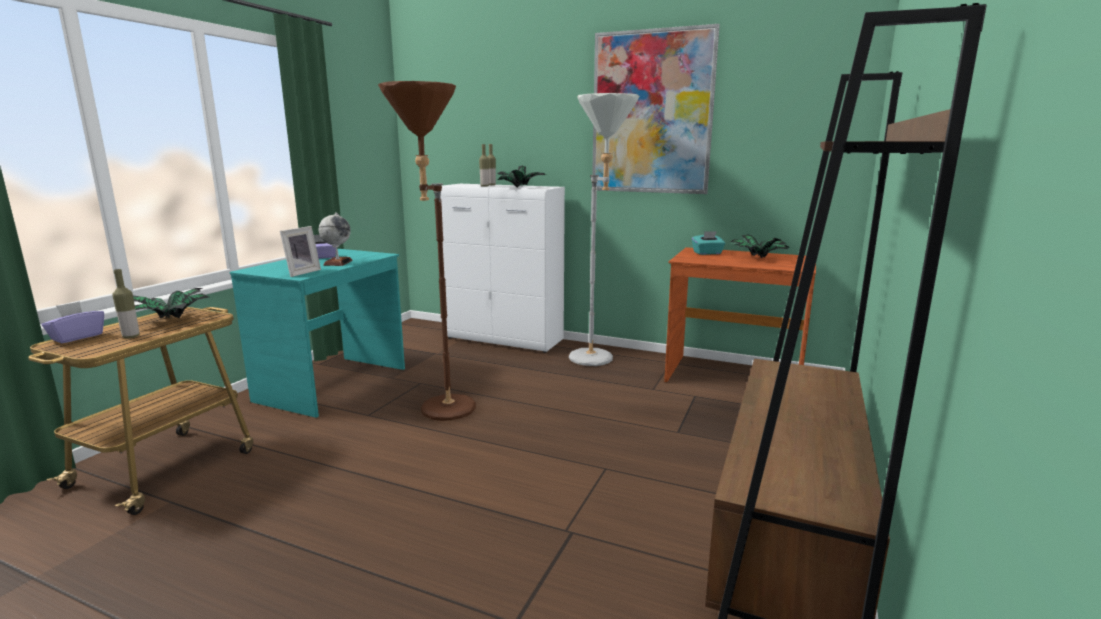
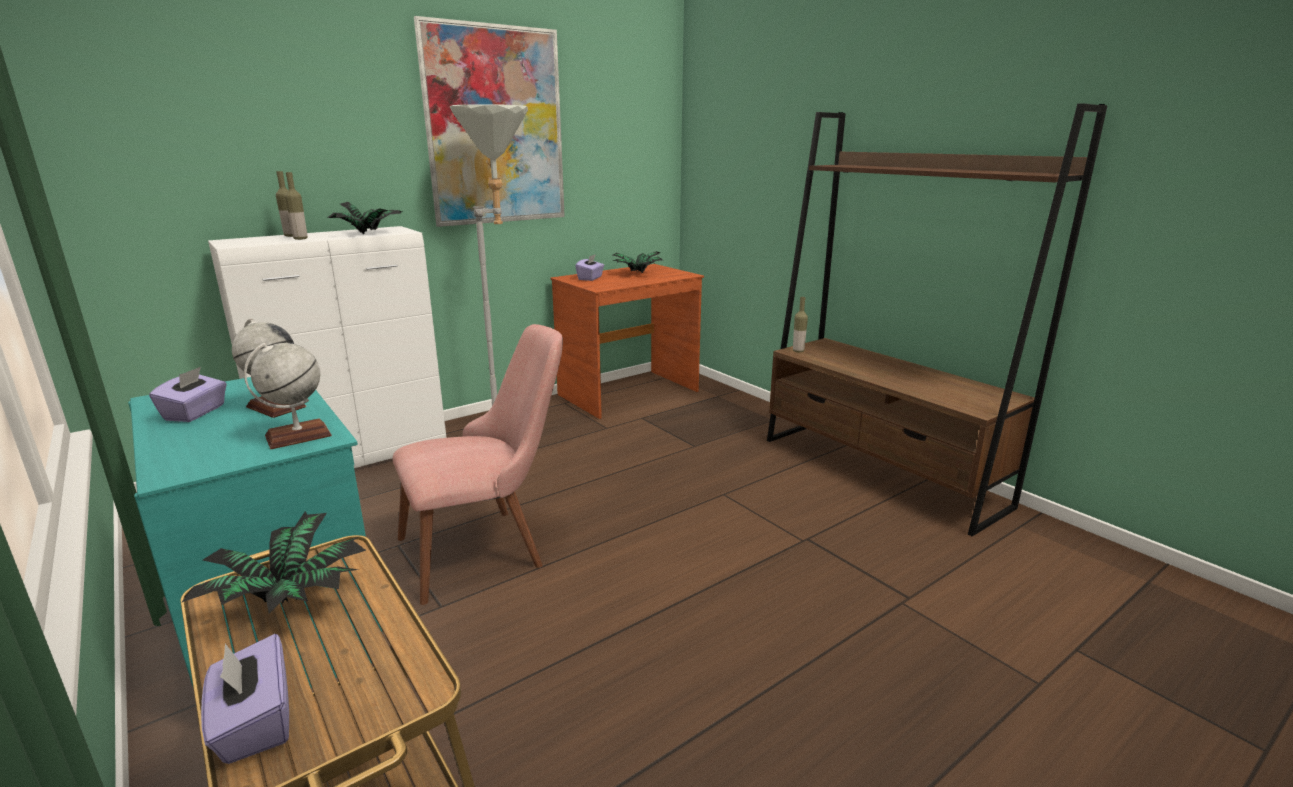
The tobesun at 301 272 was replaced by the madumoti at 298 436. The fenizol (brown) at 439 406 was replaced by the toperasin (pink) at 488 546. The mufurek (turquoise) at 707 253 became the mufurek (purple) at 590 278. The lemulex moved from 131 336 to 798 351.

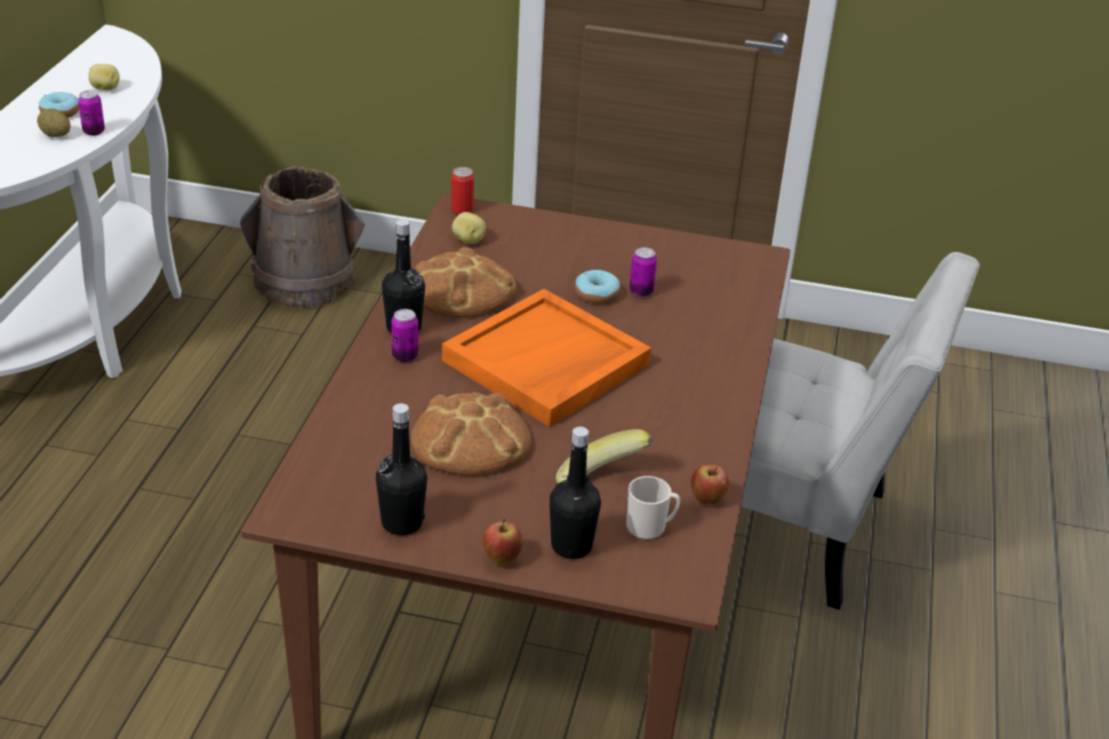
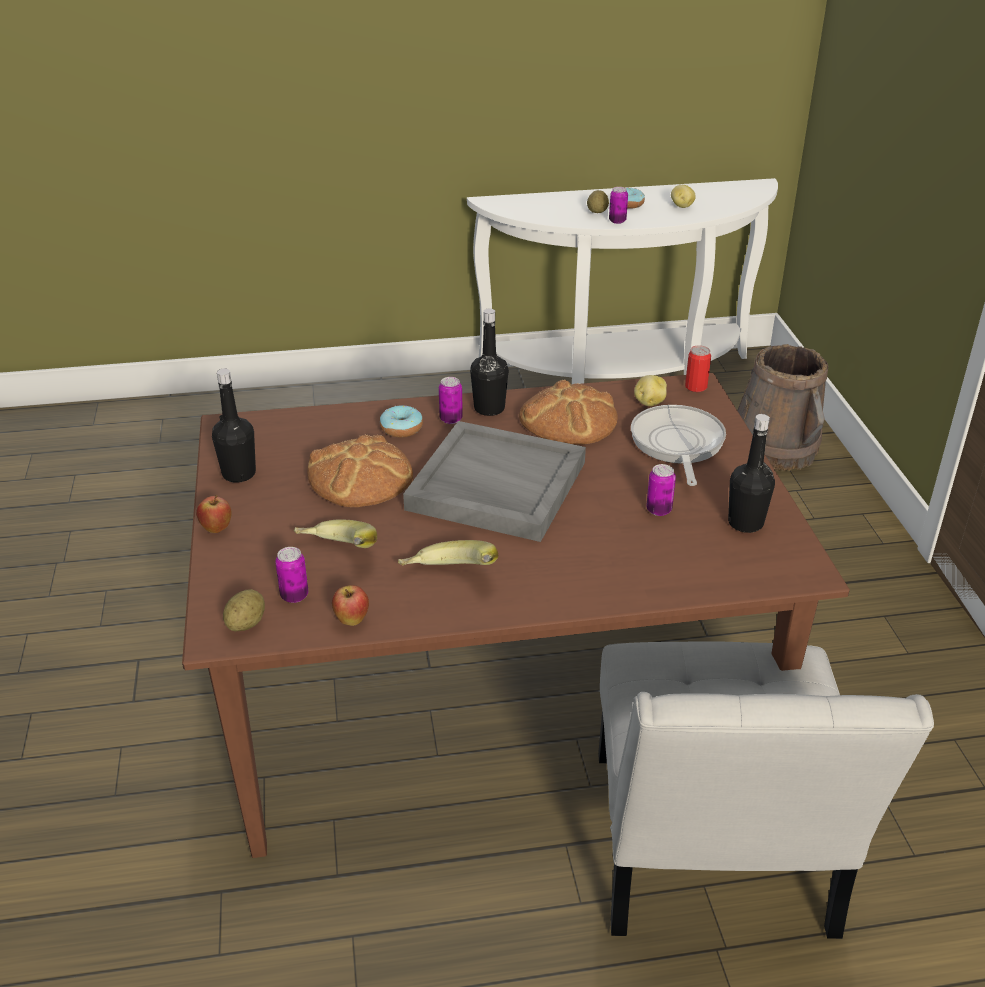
The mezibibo at 246 623 appeared. The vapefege at 650 527 was replaced by the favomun at 294 596. The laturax moved from 597 294 to 401 428. The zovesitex at 448 578 appeared. The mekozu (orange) at 546 364 became the mekozu (grey) at 495 486. The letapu at 677 444 appeared. The lemulex (black) moved from 571 546 to 745 523.

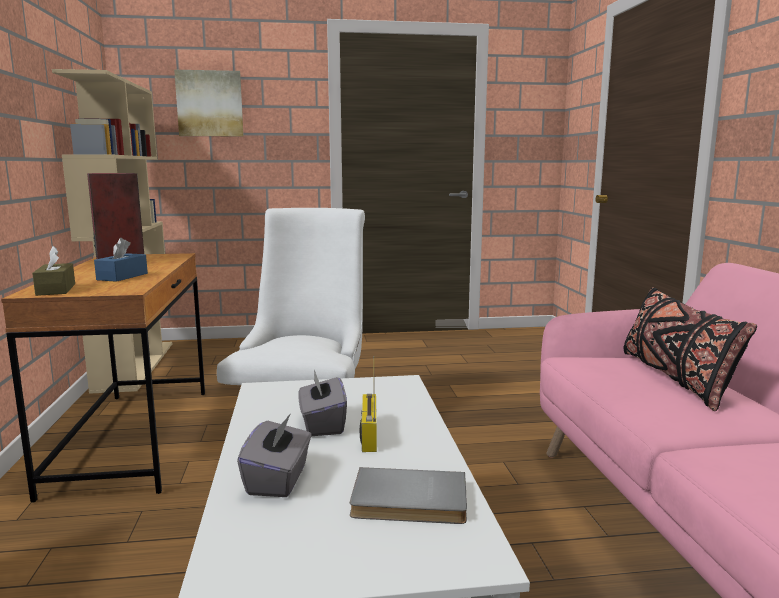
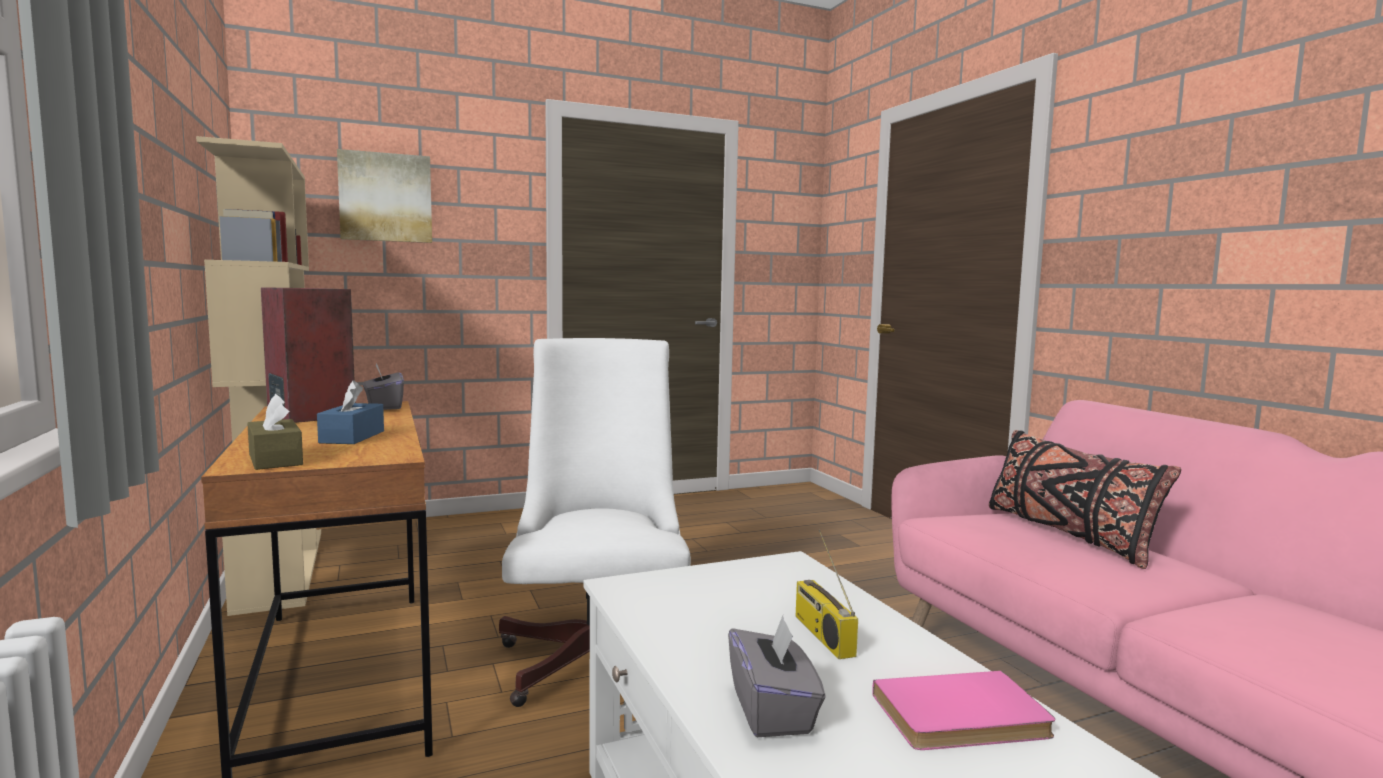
The mufurek (grey) moved from 322 424 to 383 407. The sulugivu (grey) at 409 502 became the sulugivu (pink) at 963 718.

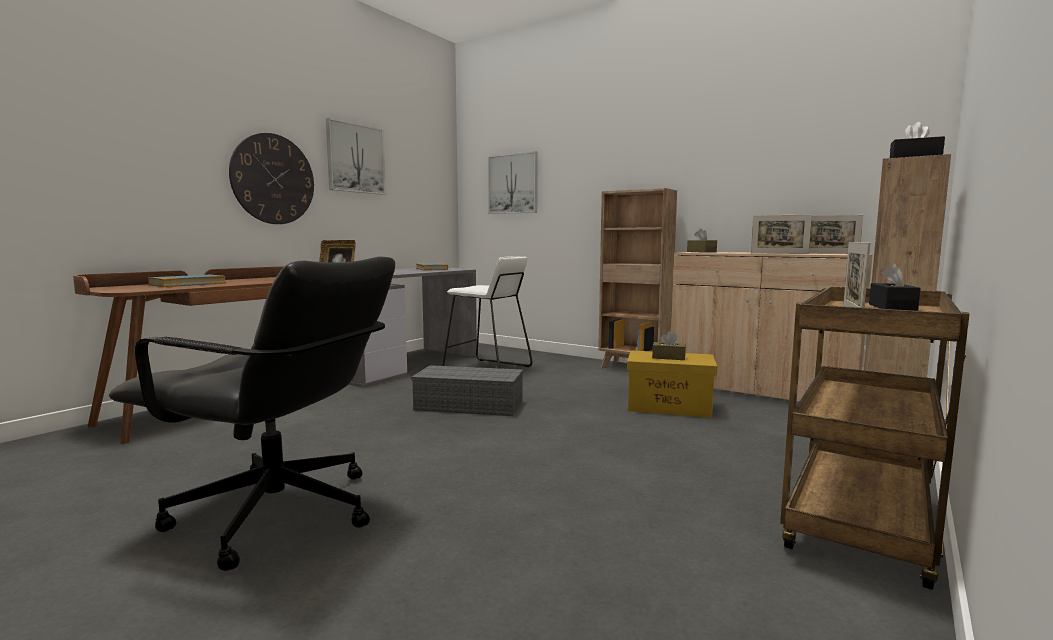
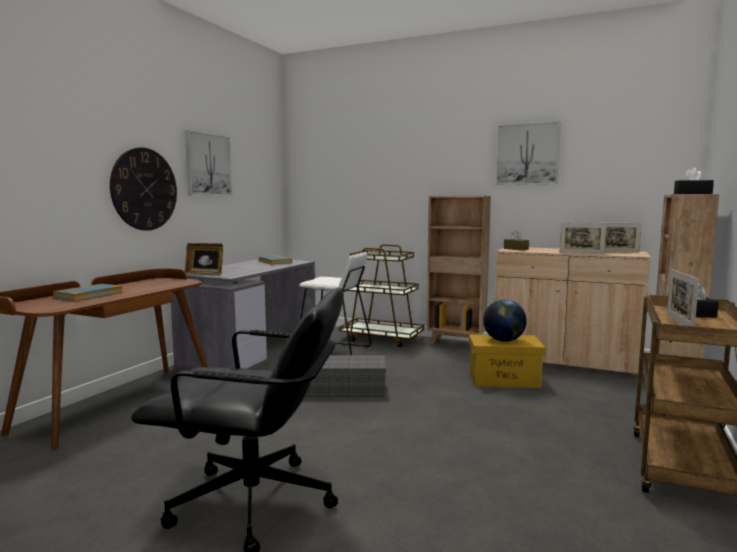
The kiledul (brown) at 382 339 appeared. The mufurek (brown) at 668 357 was replaced by the madumoti at 504 340. The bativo moved from 513 184 to 527 154.

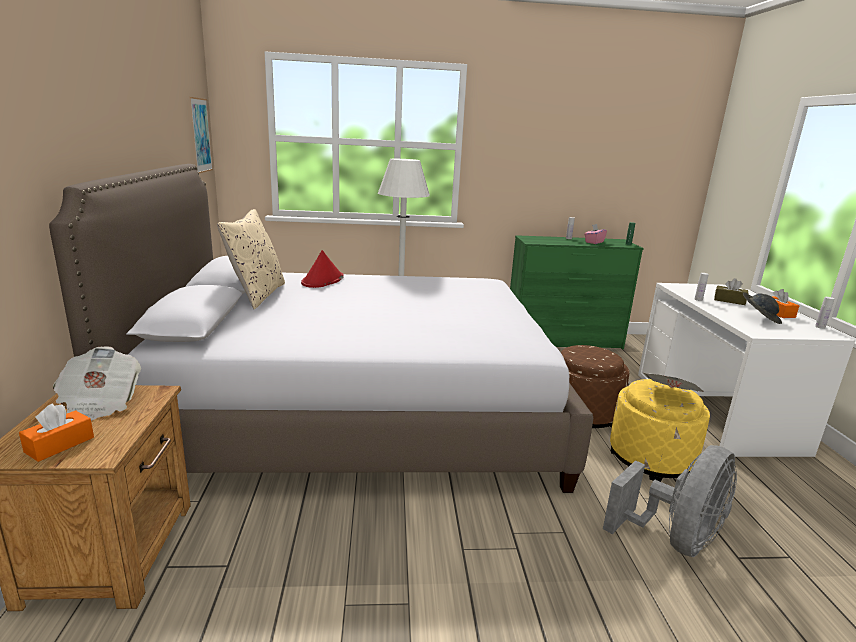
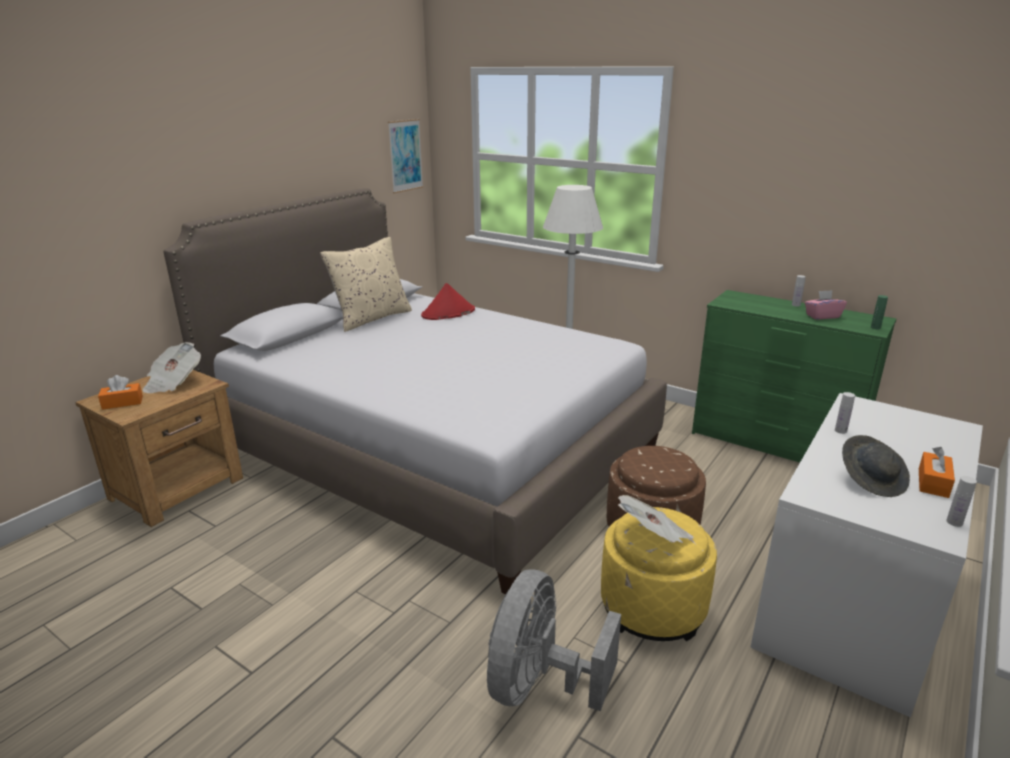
The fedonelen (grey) at 674 539 turned 120 degrees clockwise. The mufurek (brown) at 729 301 disappeared.

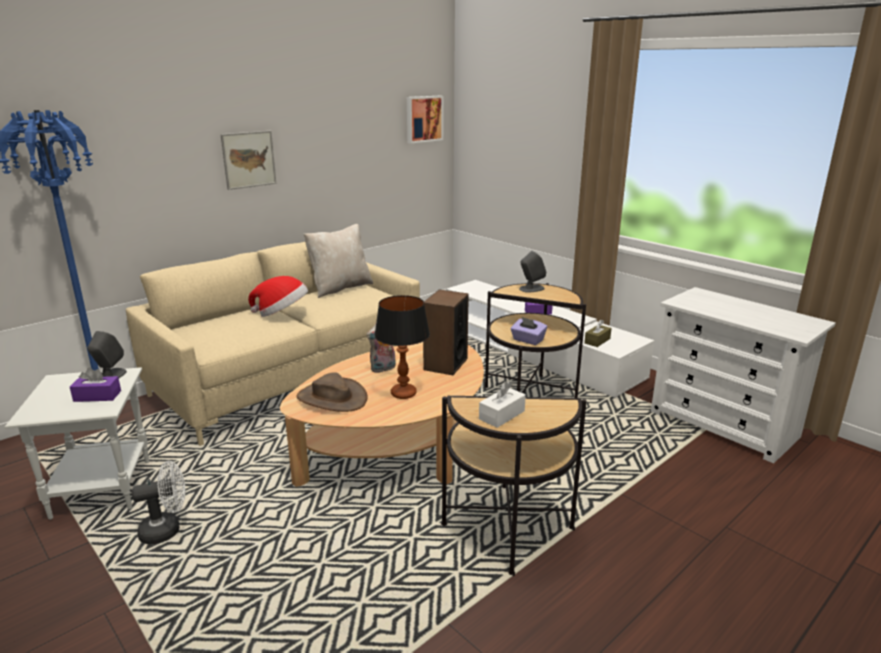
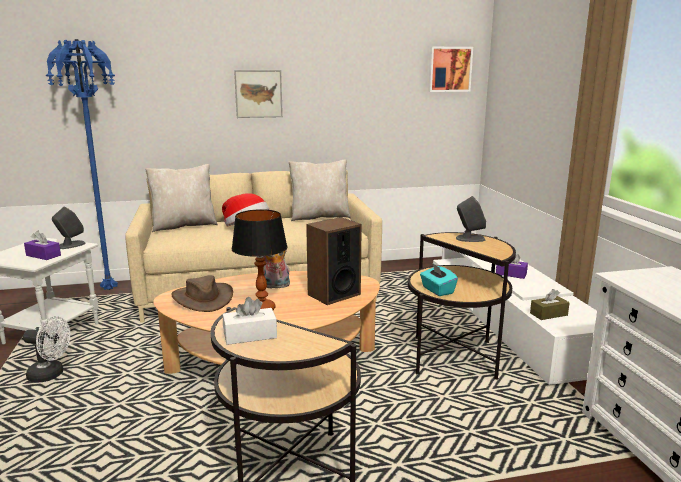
The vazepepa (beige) at 184 226 appeared. The mufurek (purple) at 527 340 became the mufurek (turquoise) at 437 290.

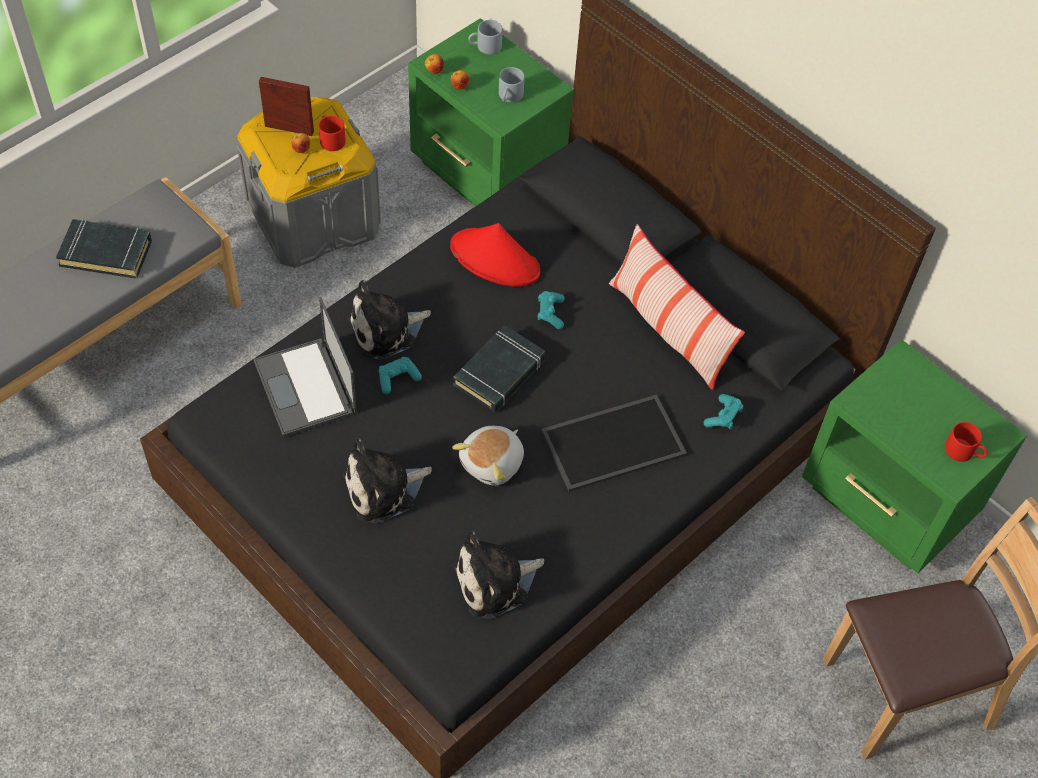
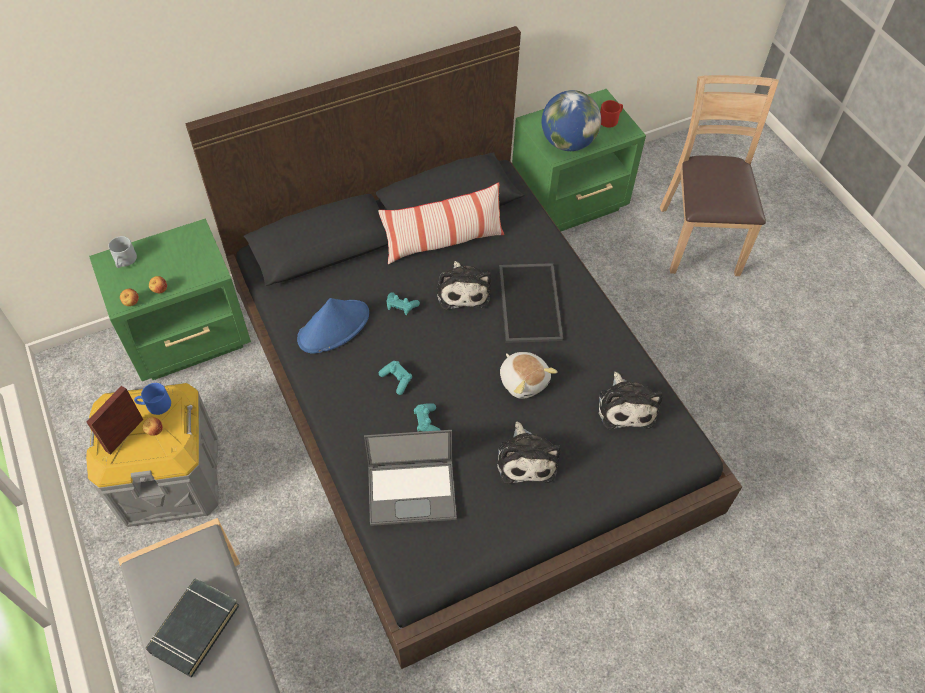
The vapefege (red) at 330 139 became the vapefege (blue) at 154 405. The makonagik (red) at 495 259 became the makonagik (blue) at 334 327. The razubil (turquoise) moved from 723 417 to 397 380. The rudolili moved from 386 330 to 463 290. The madumoti at 567 143 appeared. The sulugivu (black) at 499 373 disappeared. The vapefege (grey) at 509 97 disappeared.

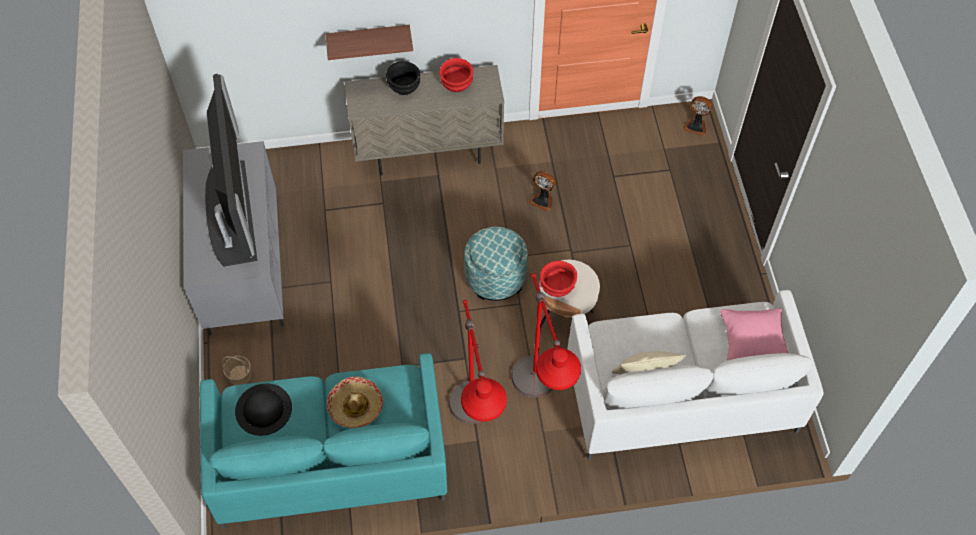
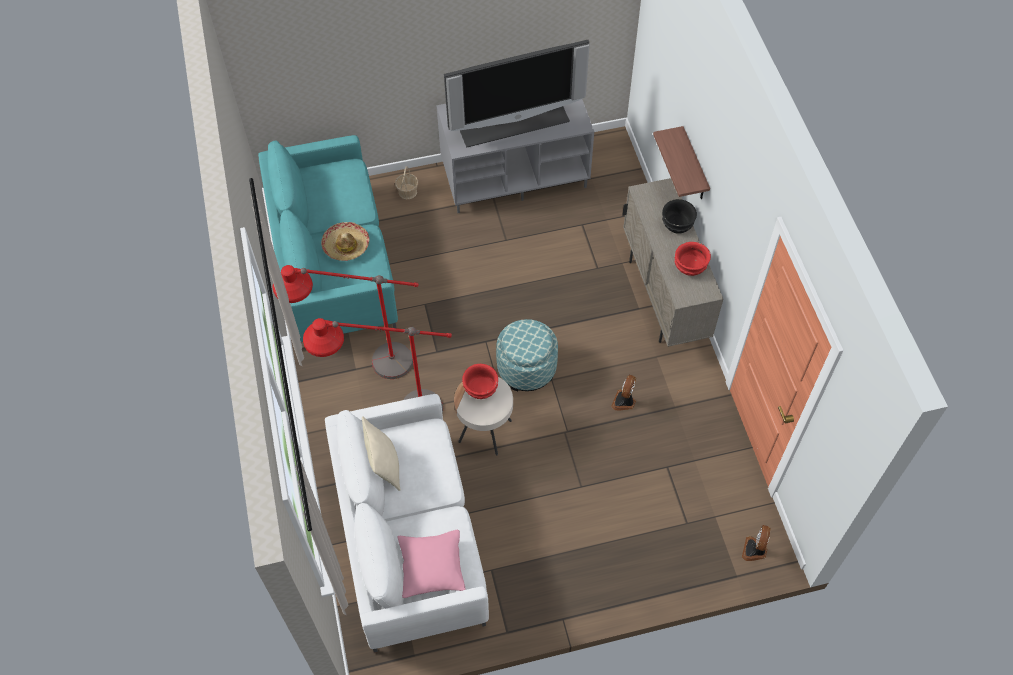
The makonagik (black) at 263 409 disappeared.

